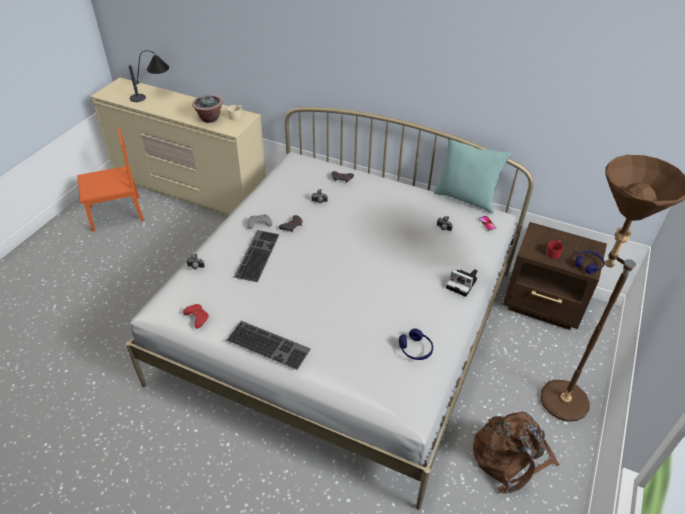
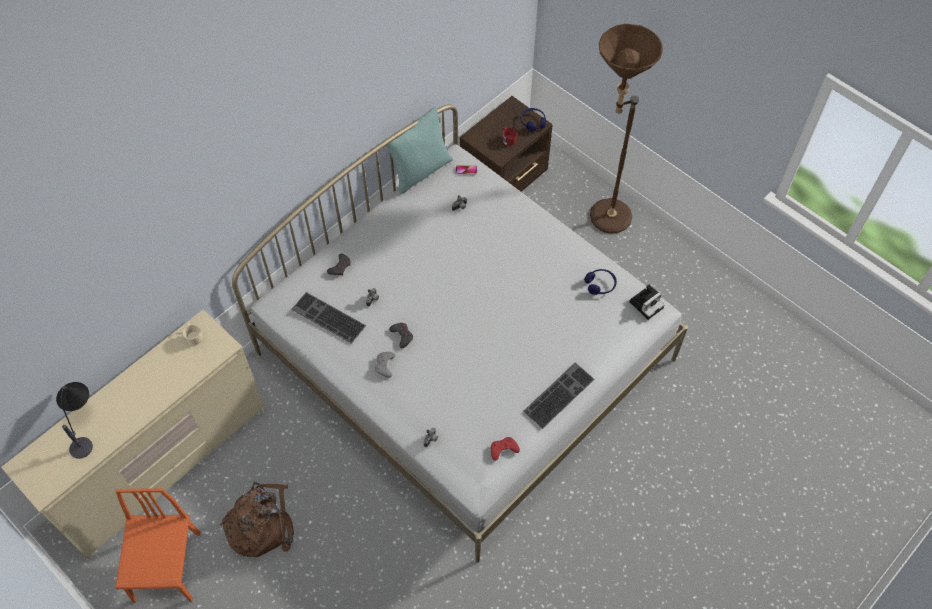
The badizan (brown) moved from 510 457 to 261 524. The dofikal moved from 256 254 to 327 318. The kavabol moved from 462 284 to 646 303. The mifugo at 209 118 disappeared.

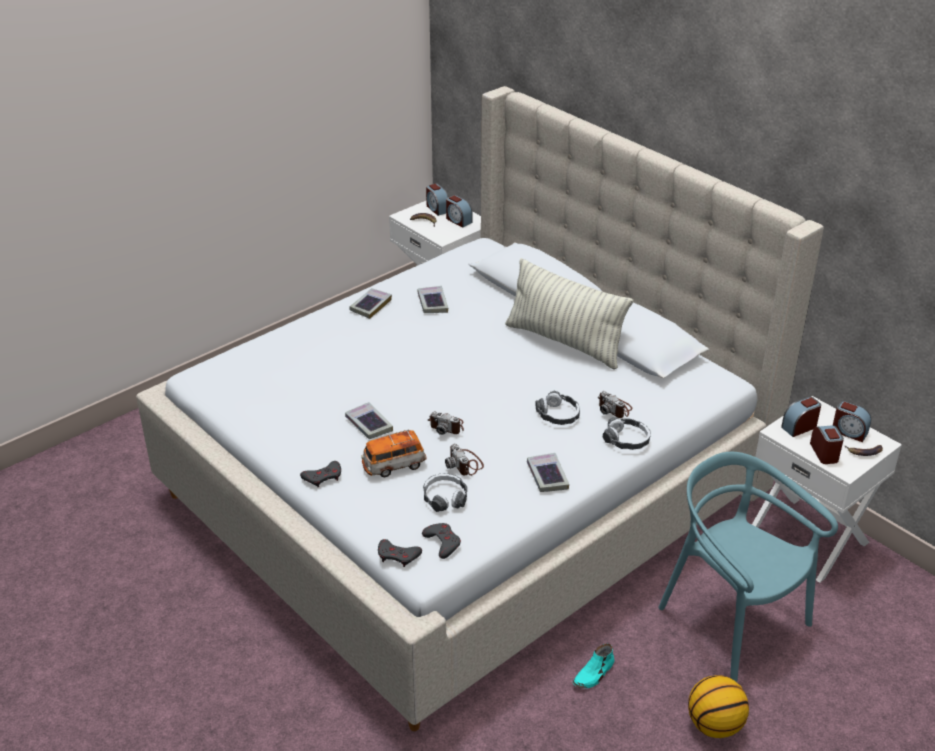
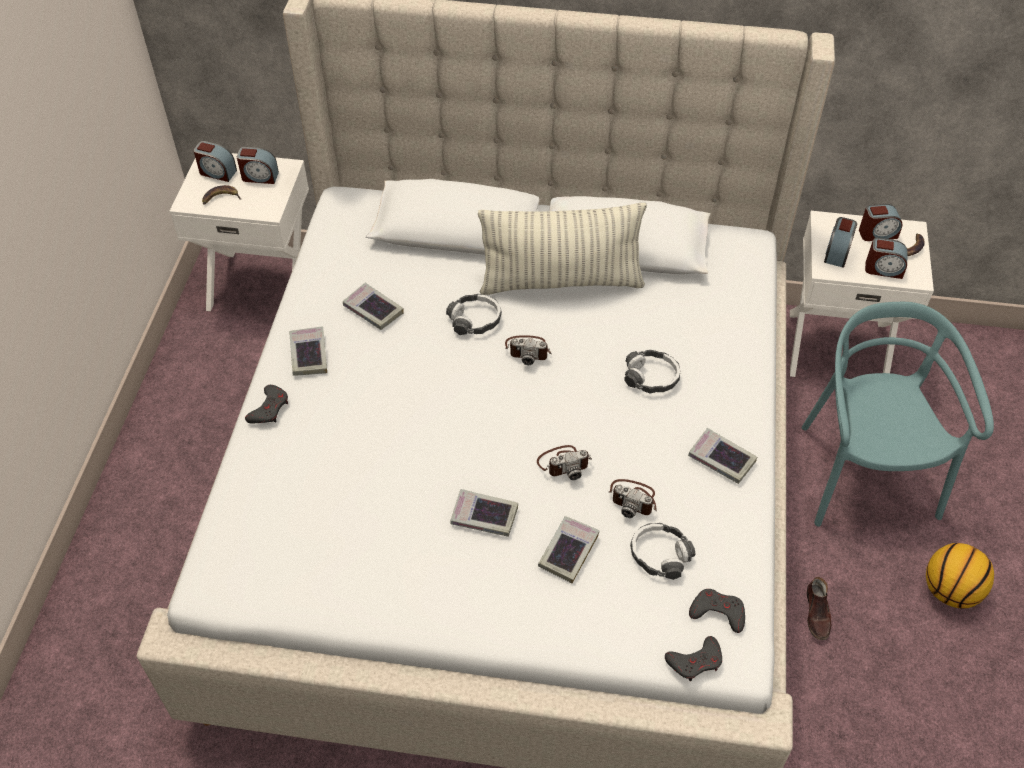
The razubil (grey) moved from 323 477 to 269 408. The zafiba moved from 626 439 to 475 320. The kavabol moved from 614 408 to 528 350. The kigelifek at 394 466 was replaced by the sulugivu at 568 551. The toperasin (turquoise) at 732 620 turned 75 degrees clockwise. The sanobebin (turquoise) at 594 674 became the sanobebin (brown) at 817 614. The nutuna at 824 453 turned 150 degrees clockwise.

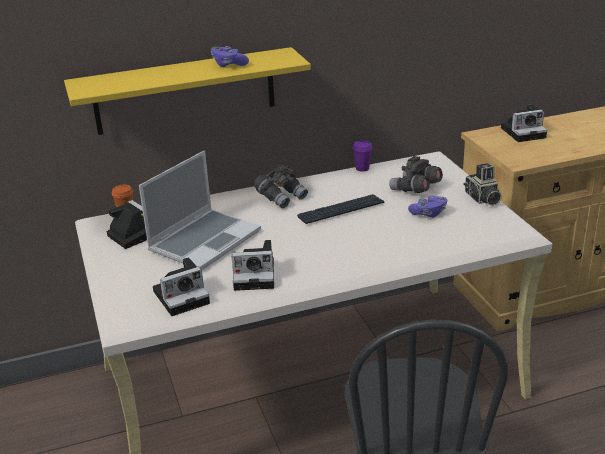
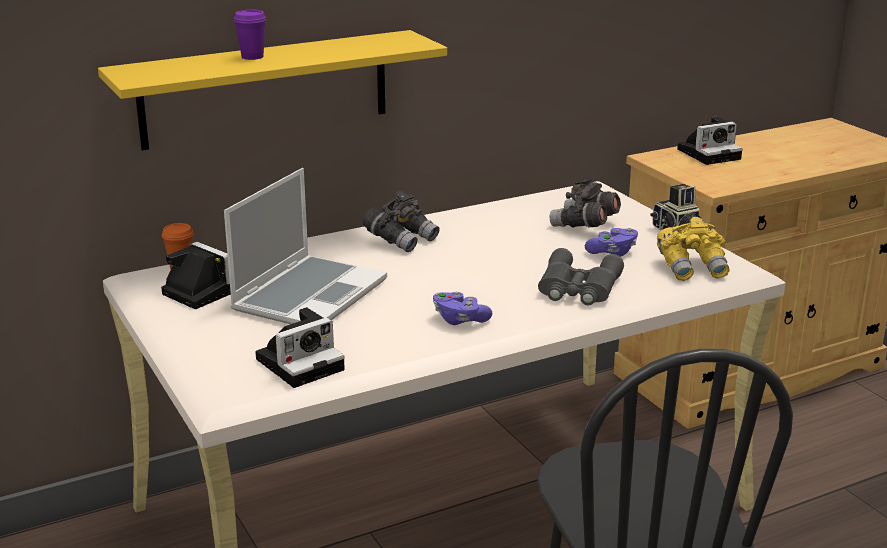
The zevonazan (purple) moved from 362 168 to 252 57. The razubil (purple) moved from 228 64 to 460 320. The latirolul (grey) at 578 288 appeared. The latirolul (yellow) at 692 268 appeared. The kavabol at 256 275 disappeared. The dofikal at 341 210 disappeared.

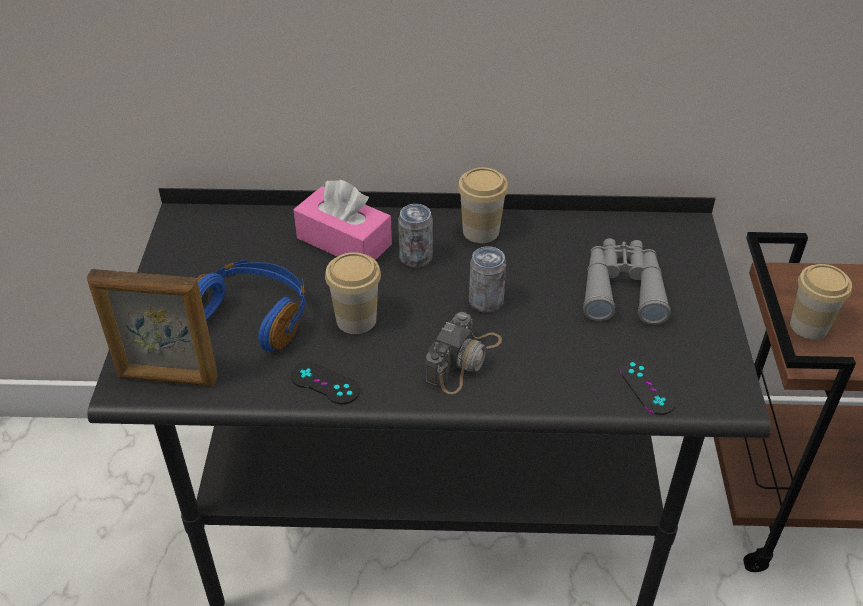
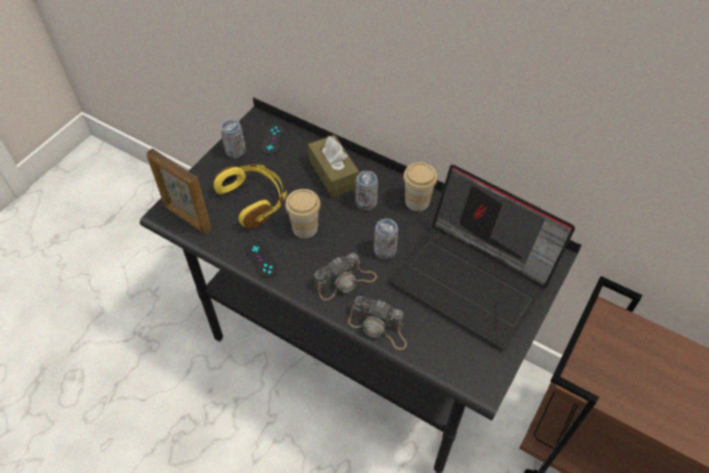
The zafiba (blue) at 255 315 became the zafiba (yellow) at 254 200. The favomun at 235 151 appeared. The razubil (black) moved from 647 386 to 272 139. The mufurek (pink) at 344 241 became the mufurek (brown) at 333 174. The kavabol at 379 327 appeared. The latirolul (grey) at 622 288 was replaced by the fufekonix at 474 280. The zevonazan at 809 326 disappeared.

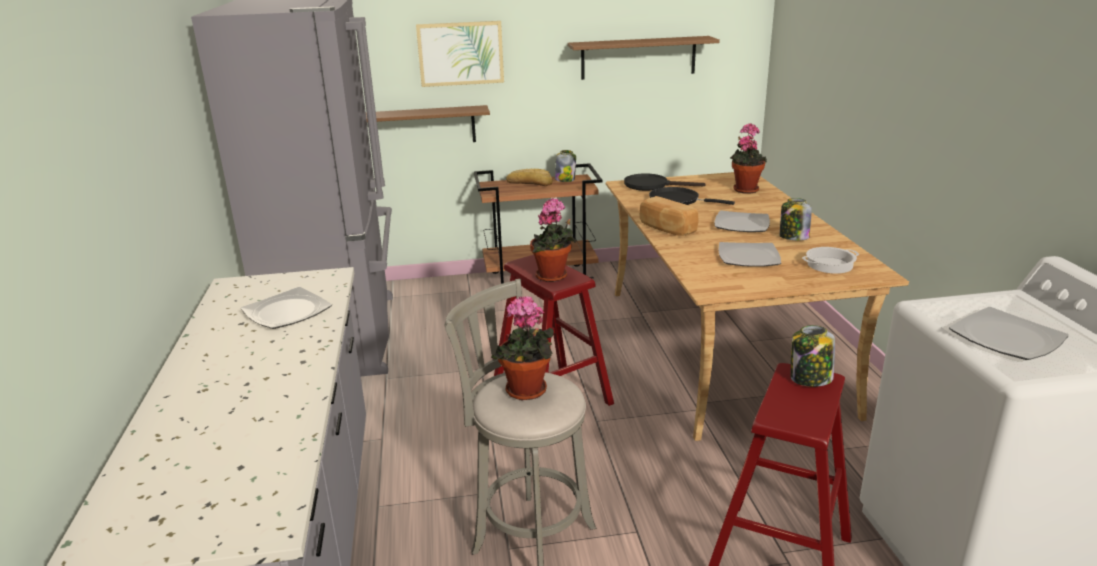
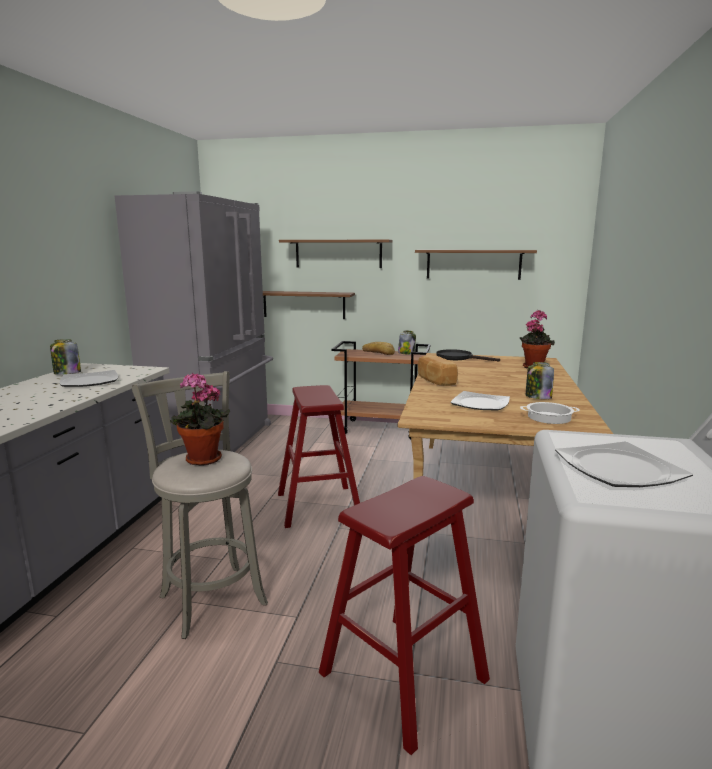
The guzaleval moved from 810 379 to 67 373. The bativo at 460 53 was replaced by the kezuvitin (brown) at 338 253. The mifugo at 553 277 disappeared. The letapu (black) at 677 200 disappeared. The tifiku at 741 224 disappeared.

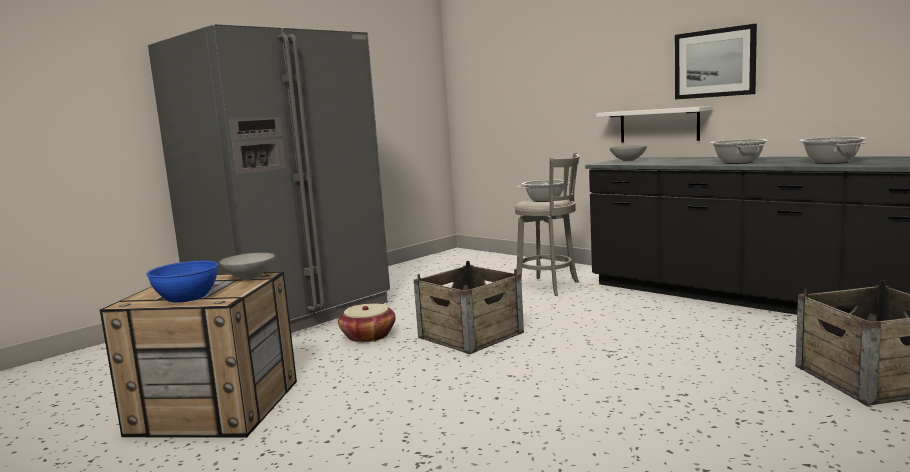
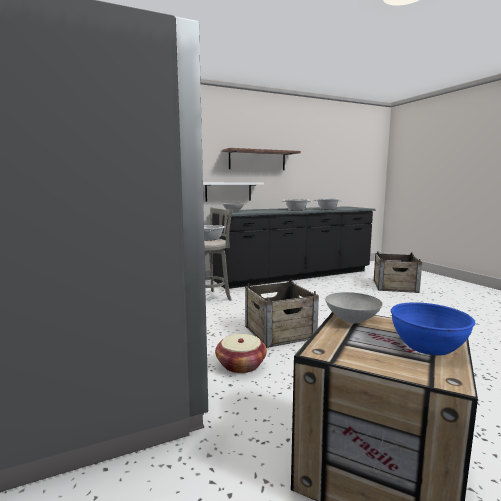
The bativo at 714 63 was replaced by the kezuvitin at 257 160.

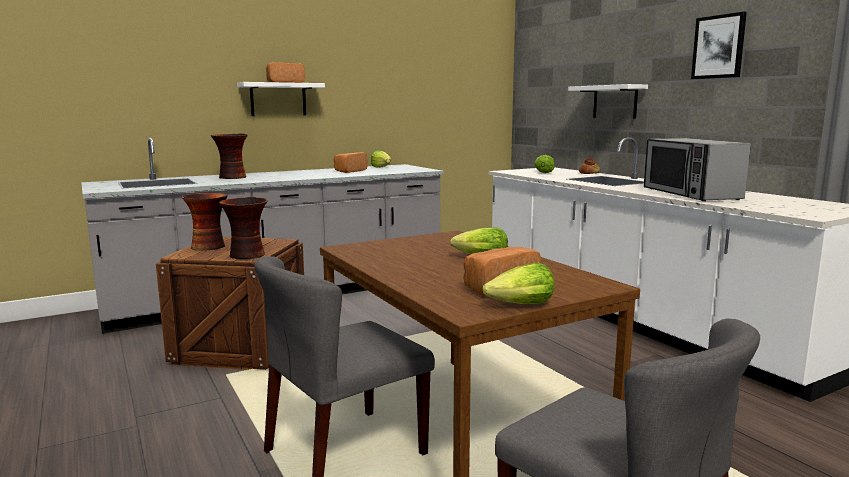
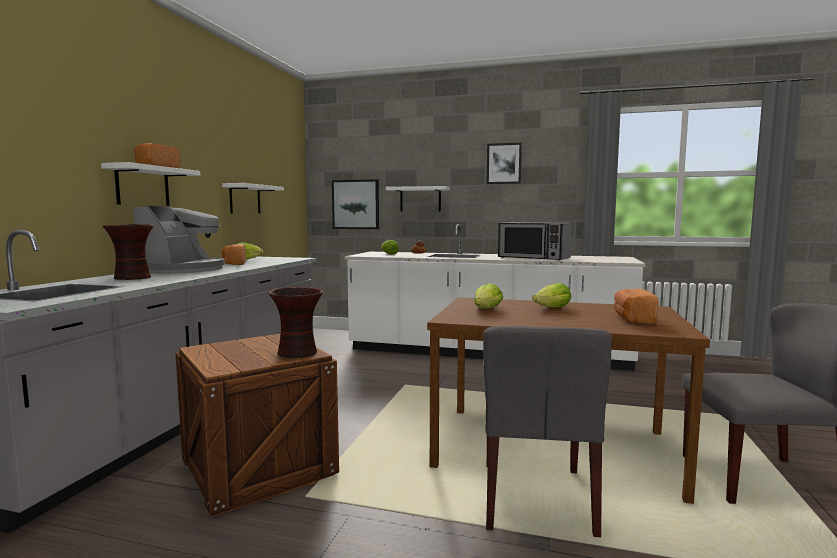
The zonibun at 183 270 appeared. The kezuvitin (white) at 245 199 appeared. The bativo at 356 204 appeared. The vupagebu moved from 521 306 to 487 309. The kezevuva at 209 247 disappeared.

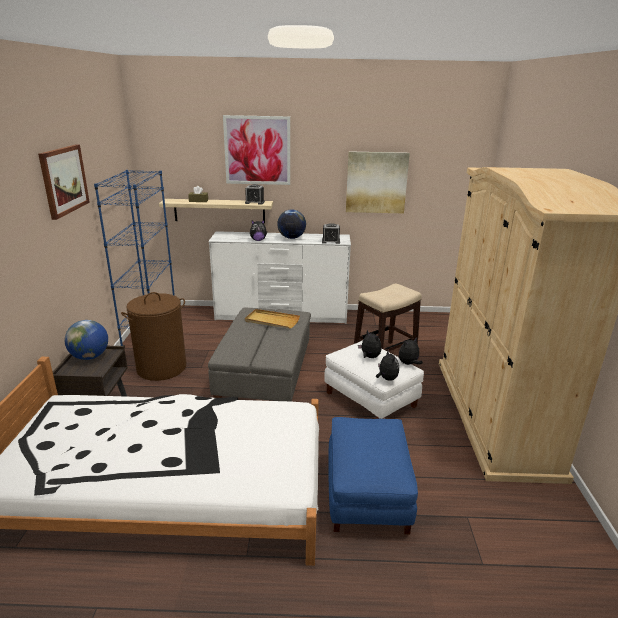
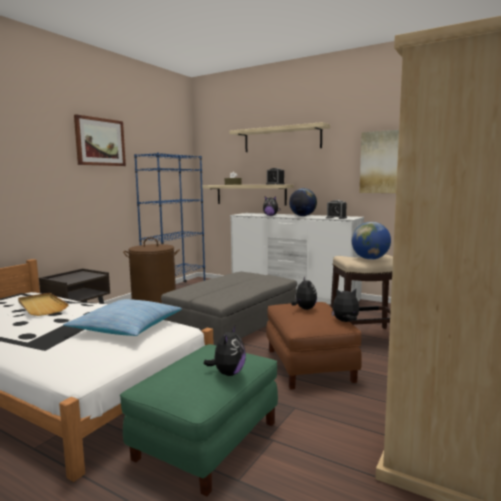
The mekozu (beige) moved from 272 321 to 41 306. The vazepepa at 126 328 appeared. The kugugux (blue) at 366 494 became the kugugux (green) at 206 439. The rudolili moved from 386 379 to 228 373. The bativo at 257 150 was replaced by the kezuvitin at 282 139. The kugugux (white) at 371 399 became the kugugux (brown) at 310 365. The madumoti moved from 90 357 to 370 259.

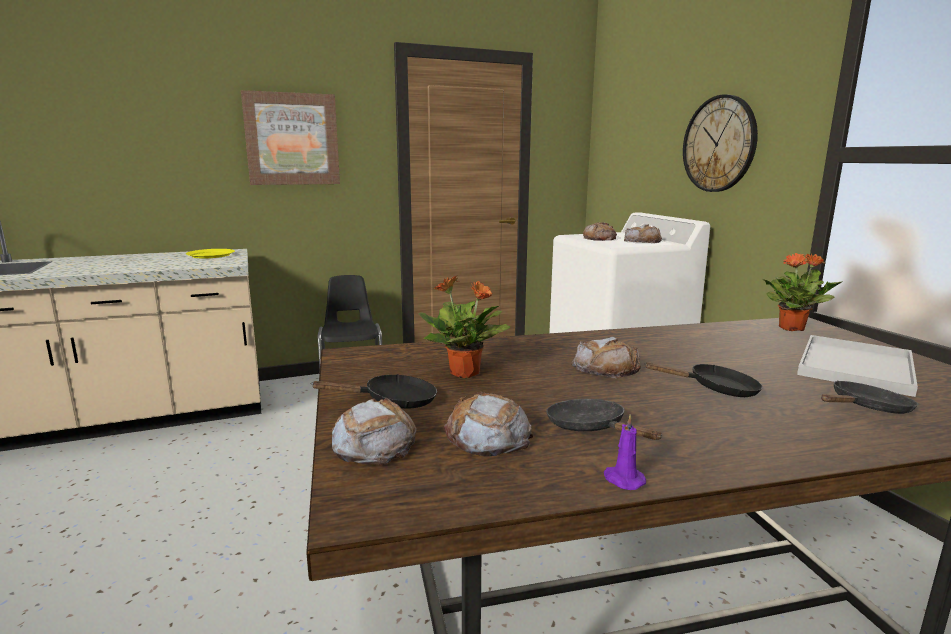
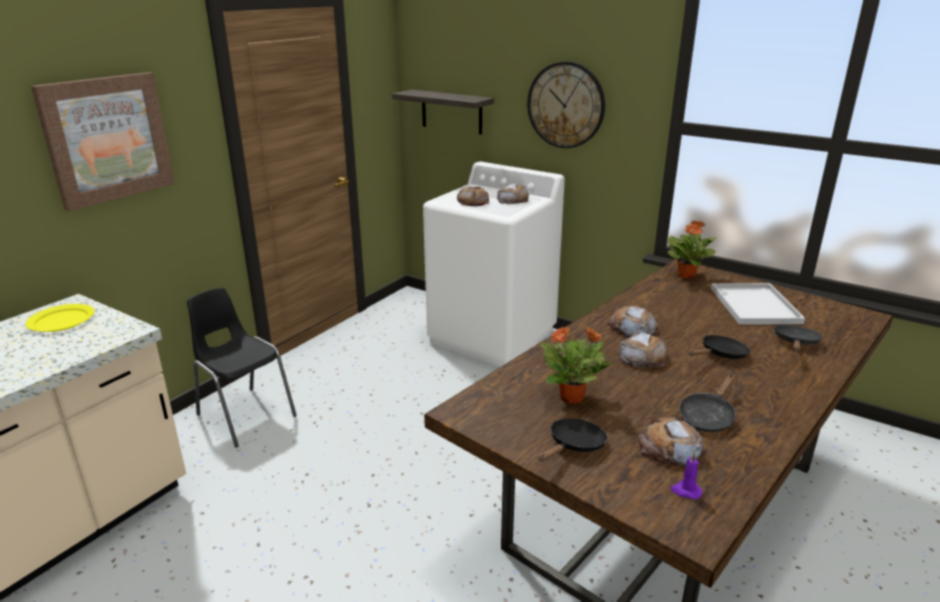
The kezuvitin at 451 112 appeared. The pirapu moved from 373 443 to 632 328. The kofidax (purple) moved from 622 479 to 685 491. The letapu (black) at 591 428 turned 75 degrees counterclockwise.

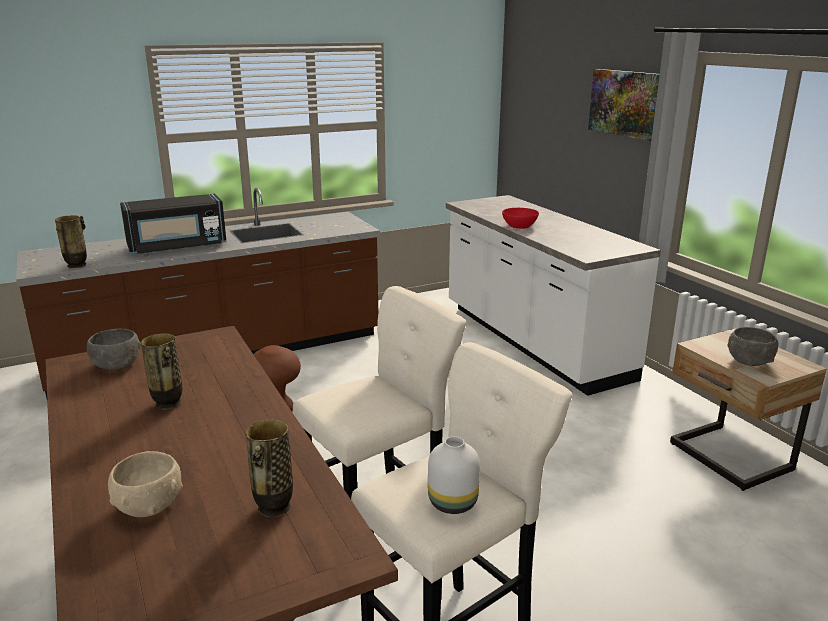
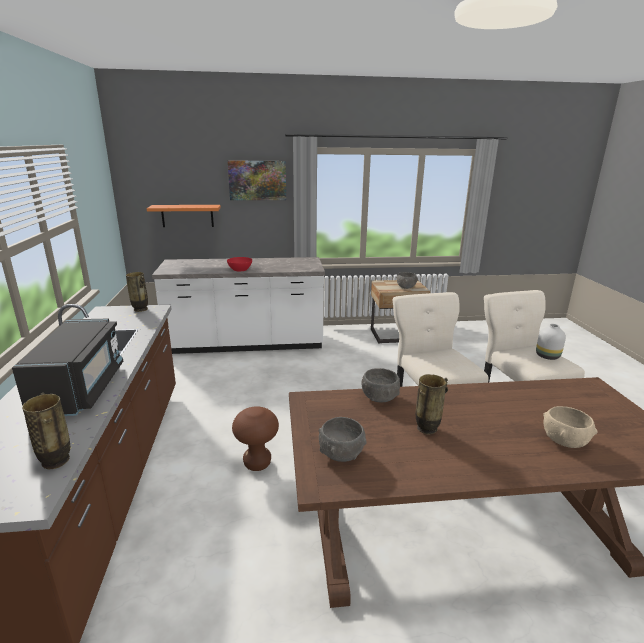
The kezevuva moved from 274 507 to 140 309. The kezuvitin (orange) at 187 216 appeared. The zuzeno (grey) at 379 397 appeared.

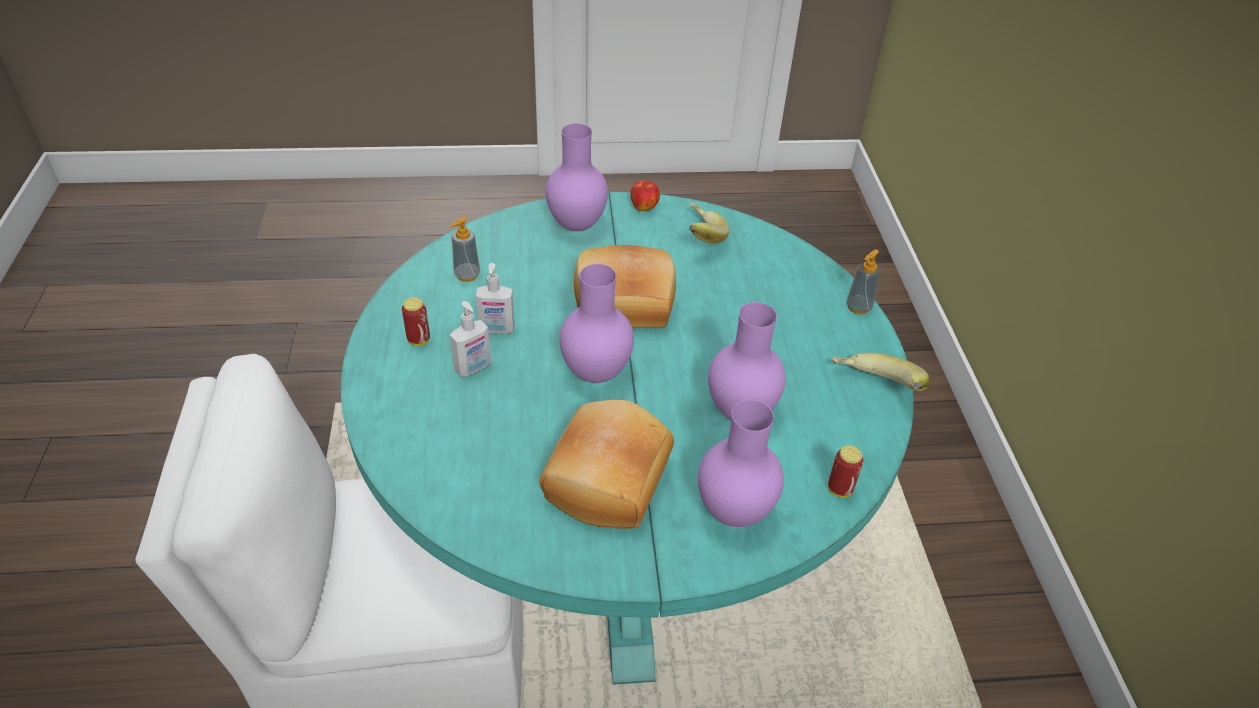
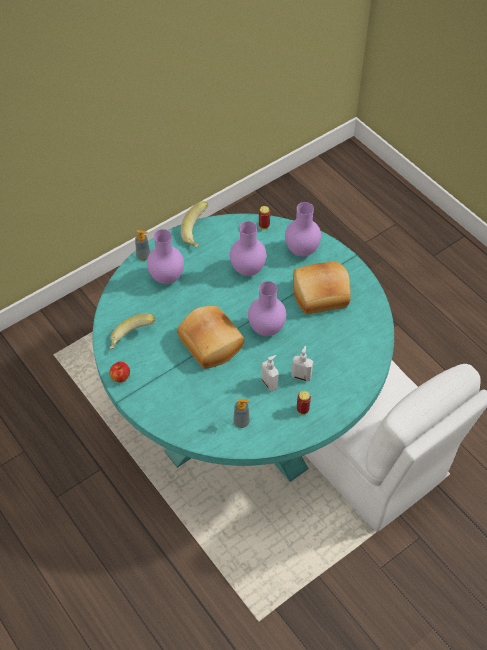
The kezevuva (purple) moved from 575 225 to 167 278.

